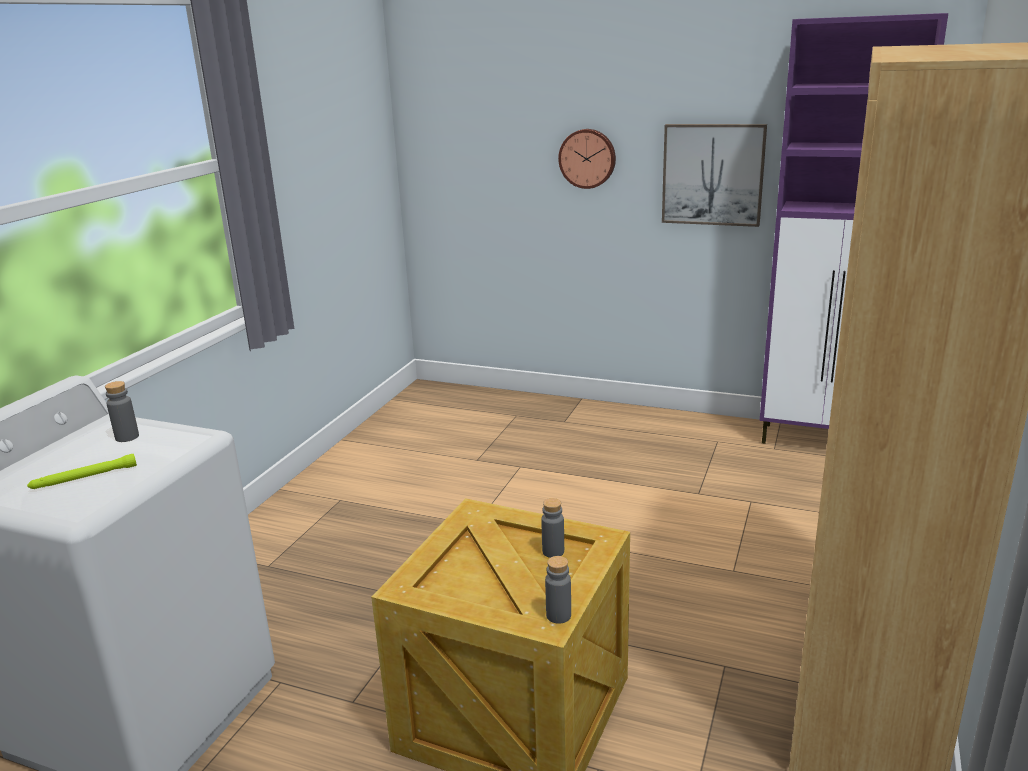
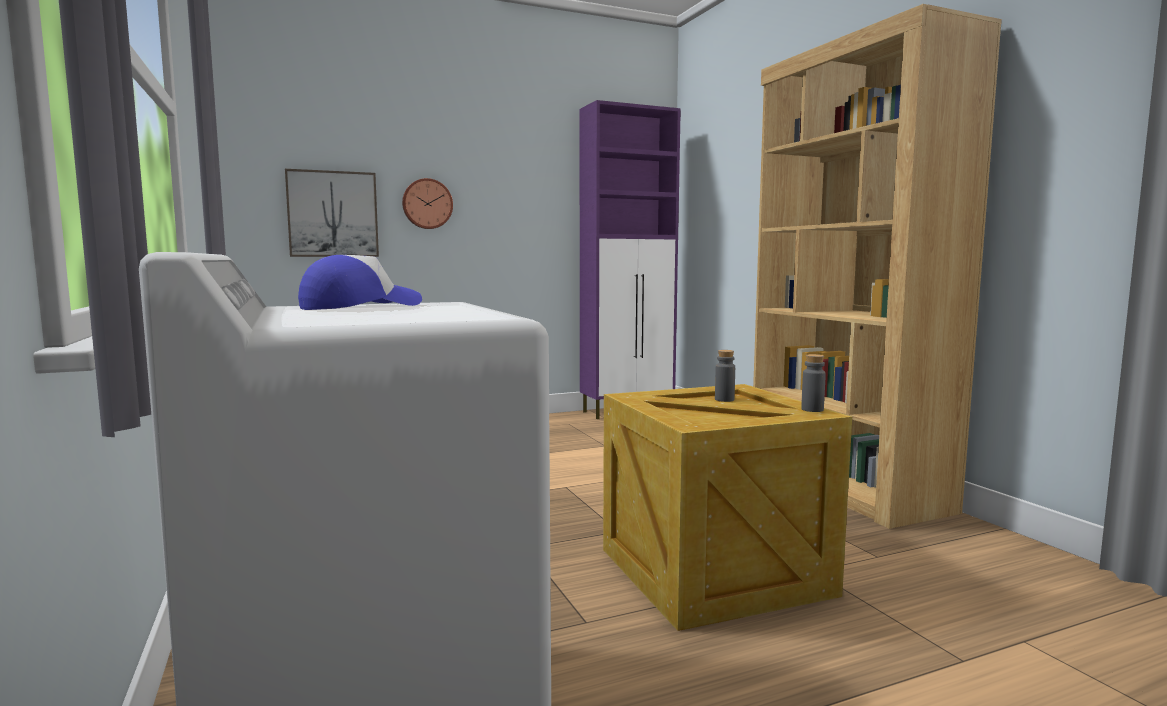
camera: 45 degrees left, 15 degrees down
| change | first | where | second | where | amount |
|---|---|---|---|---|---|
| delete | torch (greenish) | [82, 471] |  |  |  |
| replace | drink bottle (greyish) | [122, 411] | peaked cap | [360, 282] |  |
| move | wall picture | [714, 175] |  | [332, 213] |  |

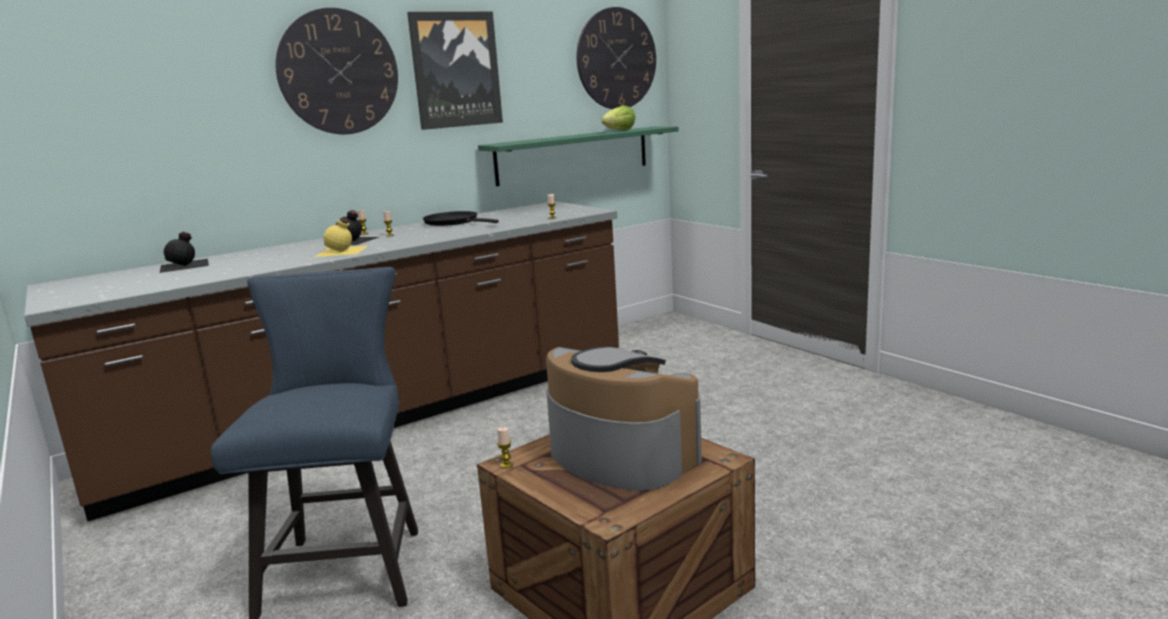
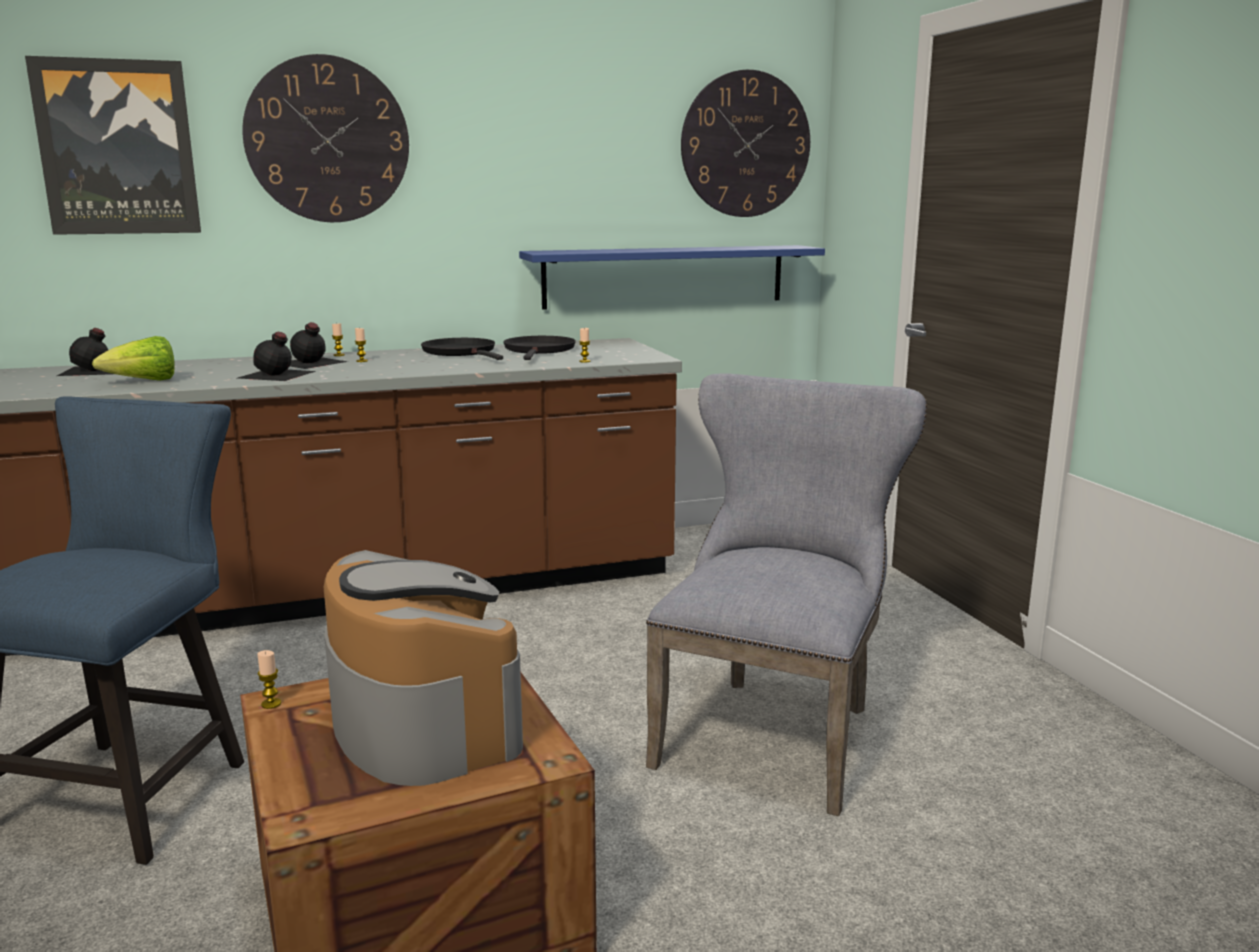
camera: 15 degrees right, 0 degrees up
| change | first | where | second | where | amount |
|---|---|---|---|---|---|
| recolor | drink bottle (yellow) | [341, 237] | drink bottle (blackish) | [277, 356] |  |
| move | wall picture | [455, 71] |  | [113, 145] |  |
| recolor | bracket shelf (greenish) | [578, 156] | bracket shelf (blue) | [672, 277] |  |
| move | head of lettuce | [618, 117] |  | [133, 358] |  |
| insert |  |  | frying pan (blackish) | [539, 348] |  |
| insert |  |  | chair (greyish) | [786, 594] |  |

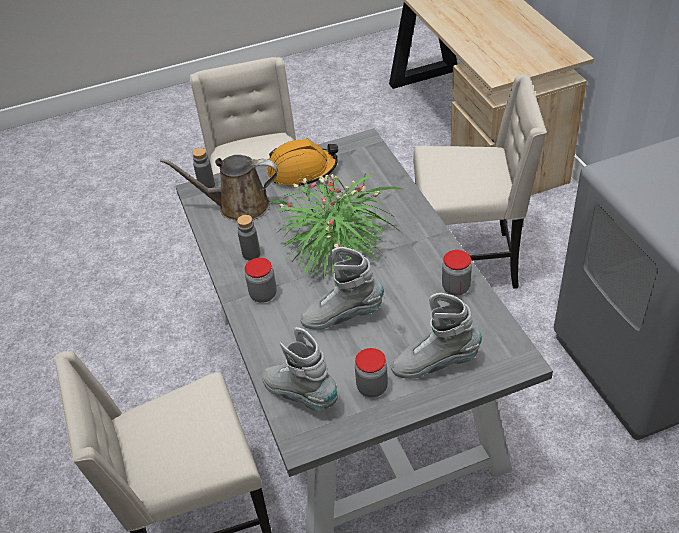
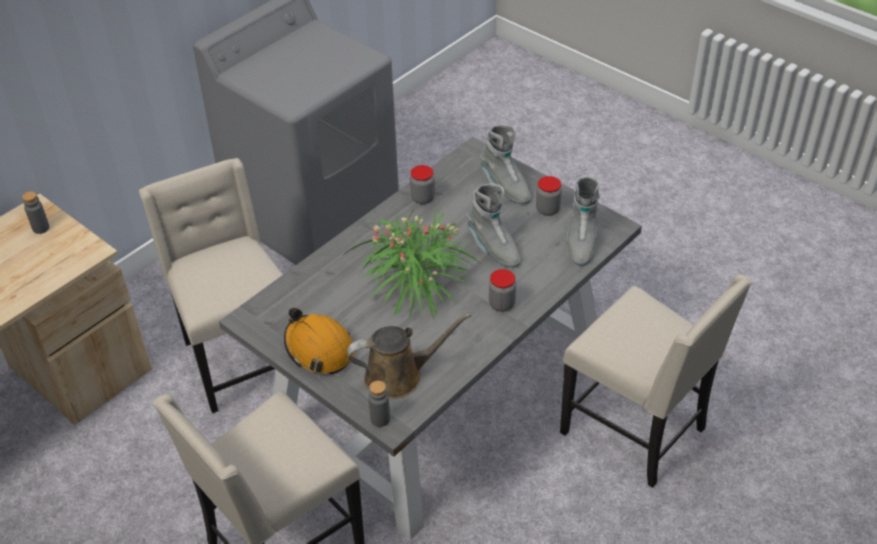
camera: 120 degrees left, 0 degrees up
| change | first | where | second | where | amount |
|---|---|---|---|---|---|
| rotate | watering can (brown-coloured) | [219, 188] |  | [409, 356] | 75 degrees counterclockwise |
| move | drink bottle (greyish) | [248, 237] |  | [36, 212] |  |

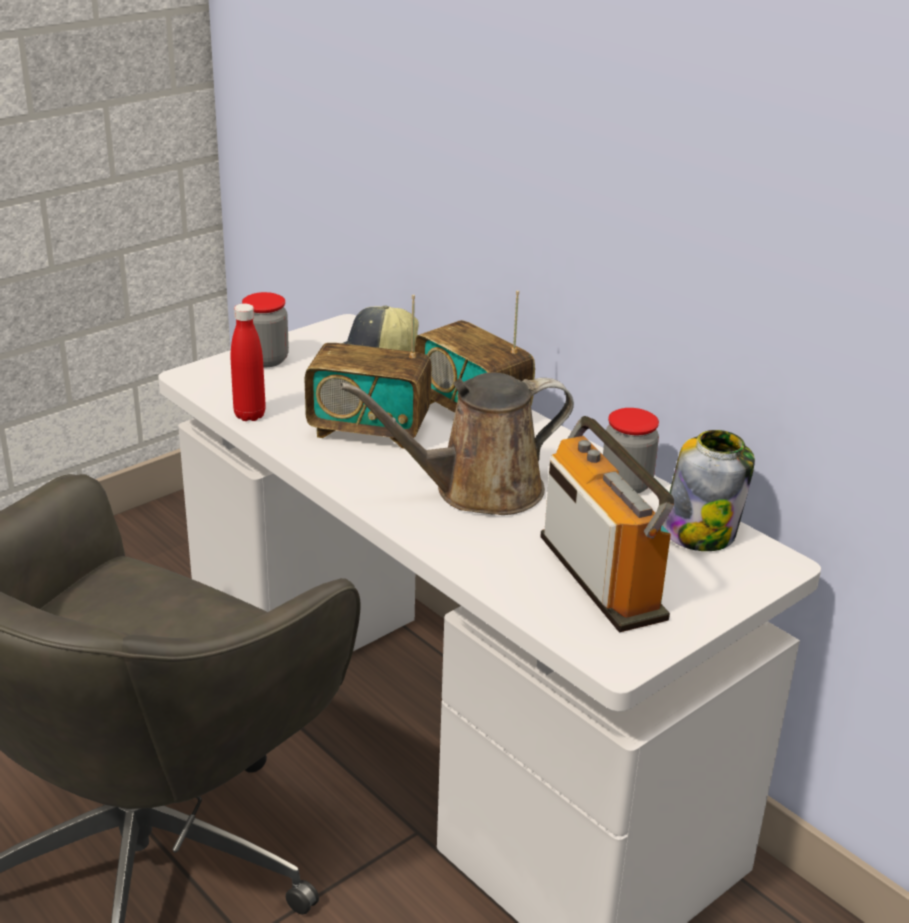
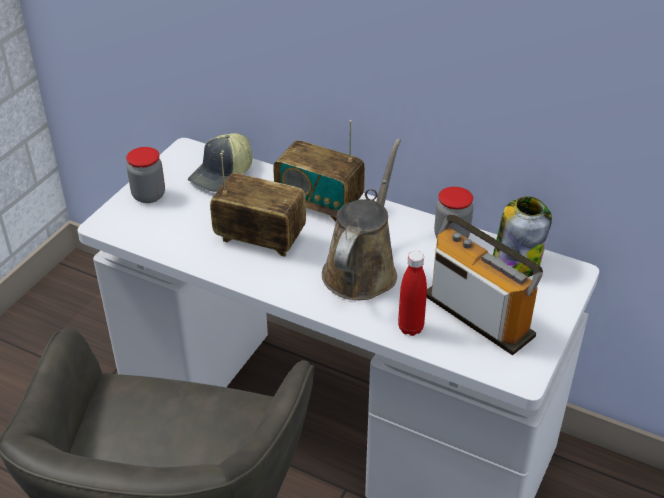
camera: 20 degrees left, 10 degrees up
| change | first | where | second | where | amount |
|---|---|---|---|---|---|
| move | drink bottle (red-coloured) | [248, 362] |  | [412, 293] |  |
| rotate | radio set | [368, 372] |  | [258, 205] | 150 degrees counterclockwise |
| rotate | watering can (brown-coloured) | [457, 443] |  | [361, 219] | 150 degrees clockwise |

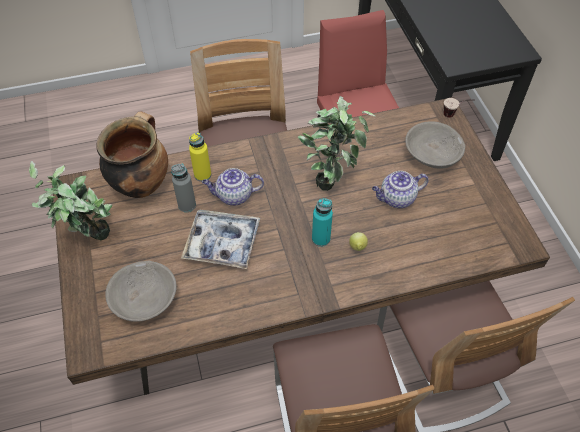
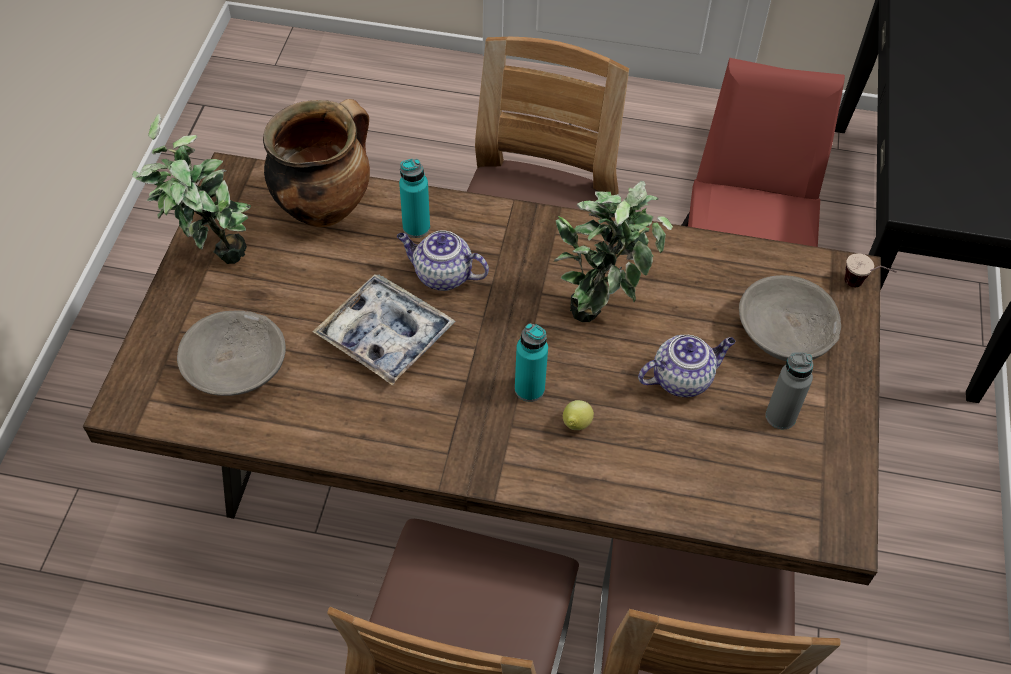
camera: 25 degrees right, 0 degrees up
| change | first | where | second | where | amount |
|---|---|---|---|---|---|
| move | drink bottle (greyish) | [183, 188] |  | [789, 390] |  |
| recolor | drink bottle (yellow) | [200, 157] | drink bottle (turquoise-coloured) | [414, 198] |  |
| rotate | teapot | [400, 189] |  | [686, 366] | 150 degrees clockwise |

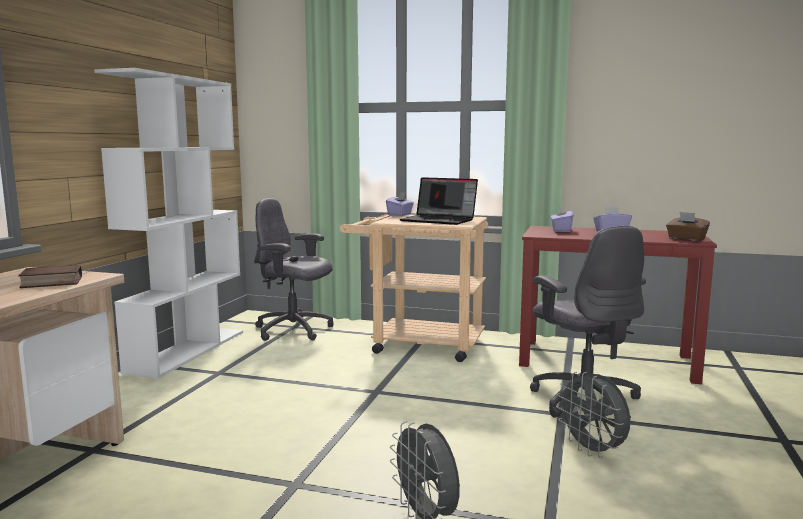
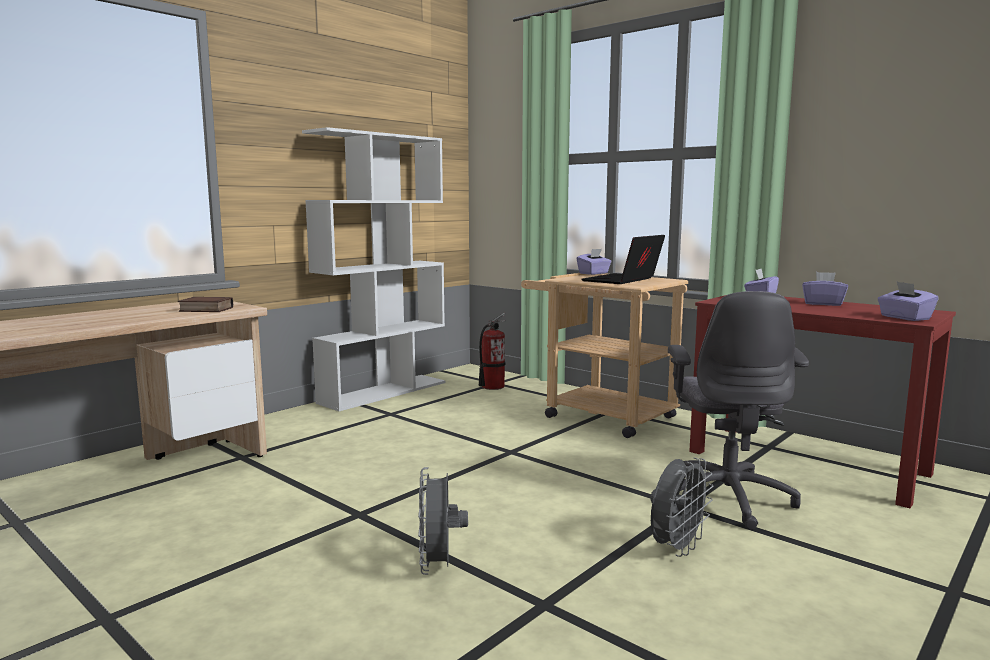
camera: 25 degrees right, 0 degrees up
| change | first | where | second | where | amount |
|---|---|---|---|---|---|
| replace | office chair (greyish) | [293, 269] | fire extinguisher | [492, 351] |  |
| rotate | laptop | [439, 201] |  | [623, 259] | 75 degrees clockwise |
| rotate | electric fan (greyish) | [593, 415] |  | [681, 507] | 135 degrees counterclockwise |
| recolor | box of tissues (brown-coloured) | [688, 226] | box of tissues (purplish) | [908, 301] |  |

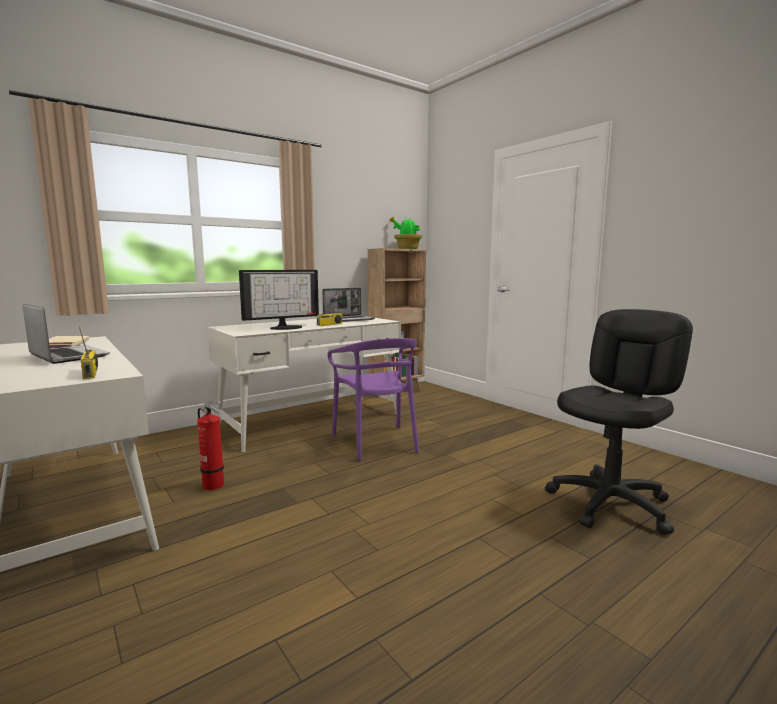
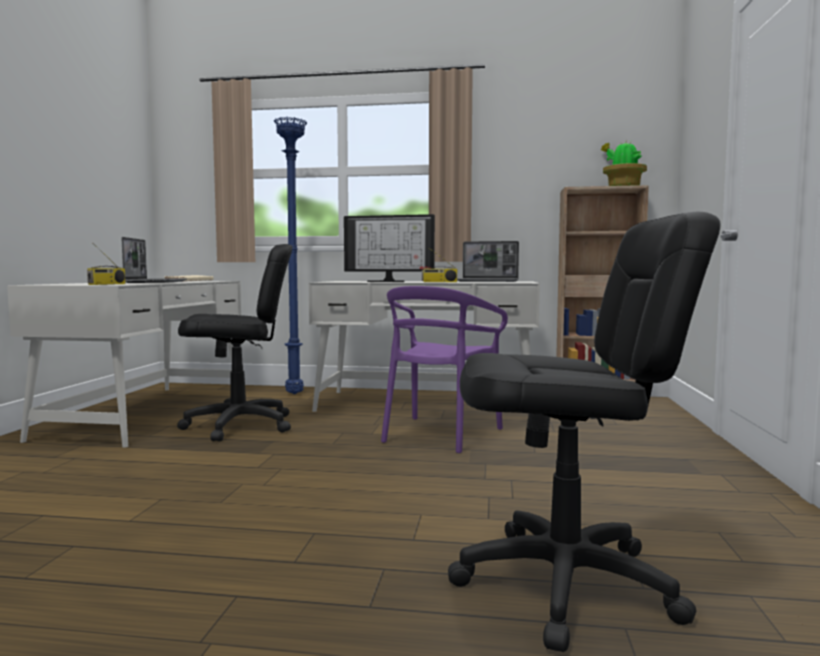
camera: 45 degrees right, 5 degrees down
| change | first | where | second | where | amount |
|---|---|---|---|---|---|
| replace | fire extinguisher | [210, 445] | office chair (blackish) | [235, 342] |  |
| insert |  |  | standing lamp (blue) | [290, 255] |  |

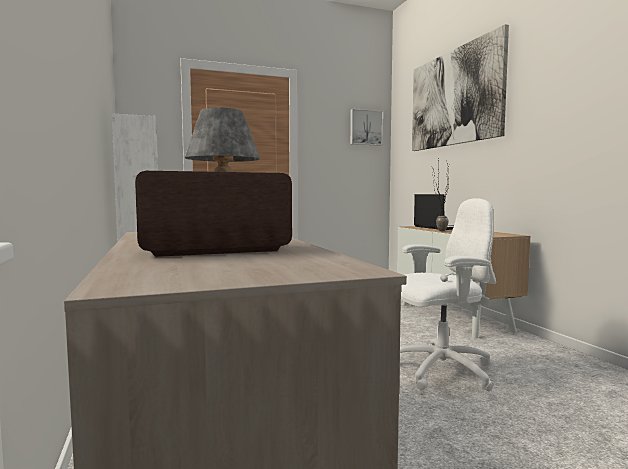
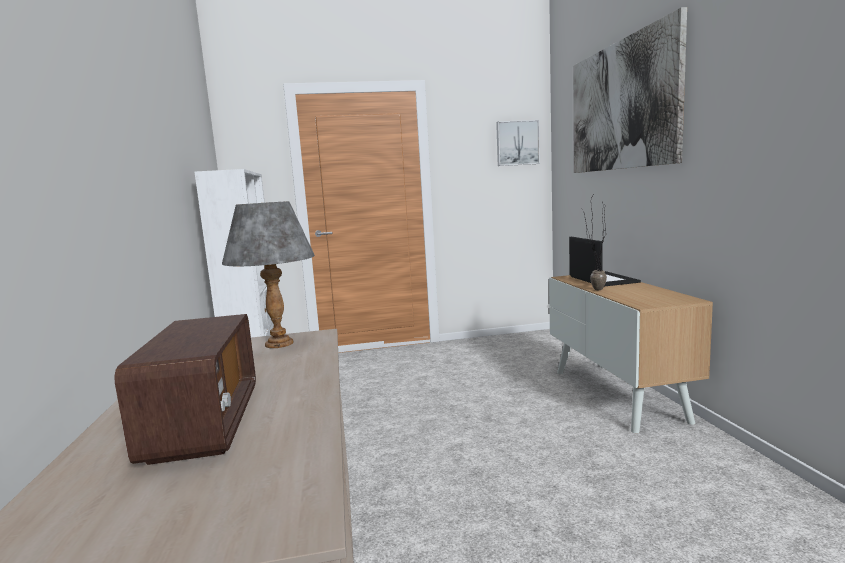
camera: 10 degrees right, 5 degrees up
| change | first | where | second | where | amount |
|---|---|---|---|---|---|
| rotate | radio set | [213, 214] |  | [185, 389] | 90 degrees clockwise |
| delete | office chair (white) | [448, 294] |  |  |  |

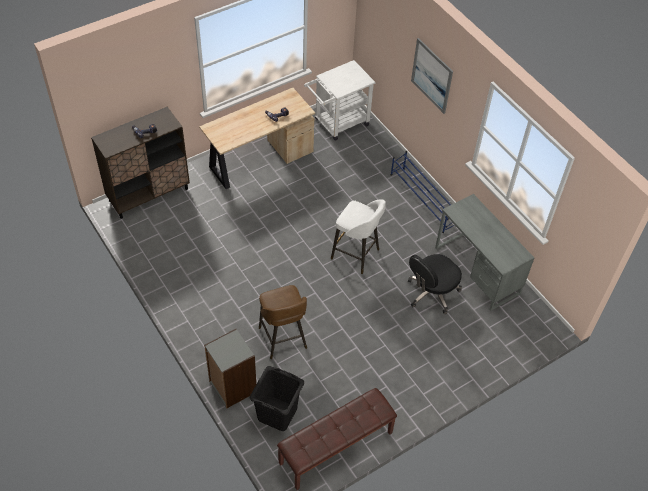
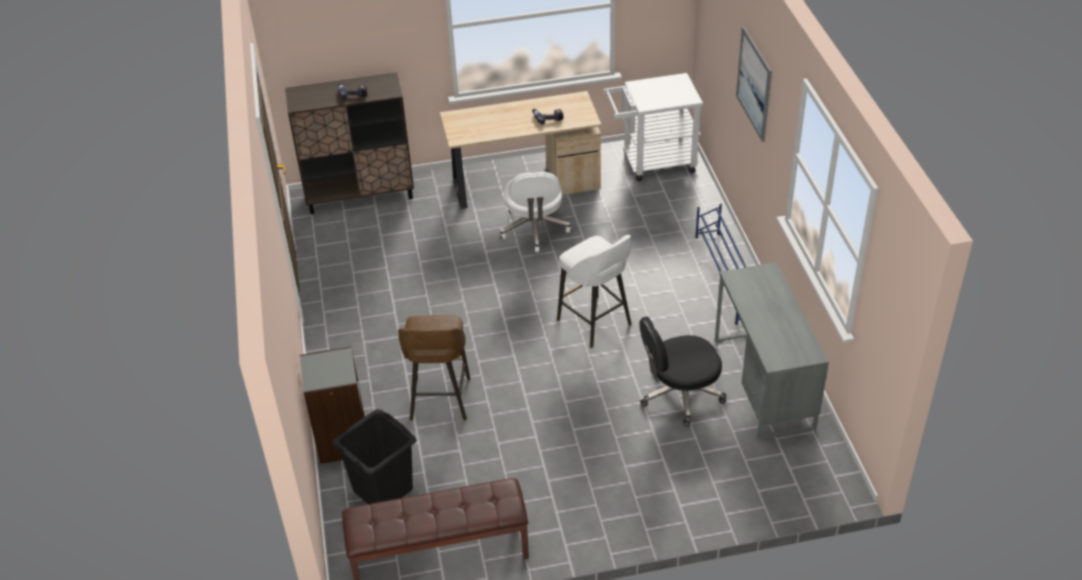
camera: 25 degrees right, 10 degrees down
| change | first | where | second | where | amount |
|---|---|---|---|---|---|
| insert |  |  | office chair (white) | [535, 212] |  |

